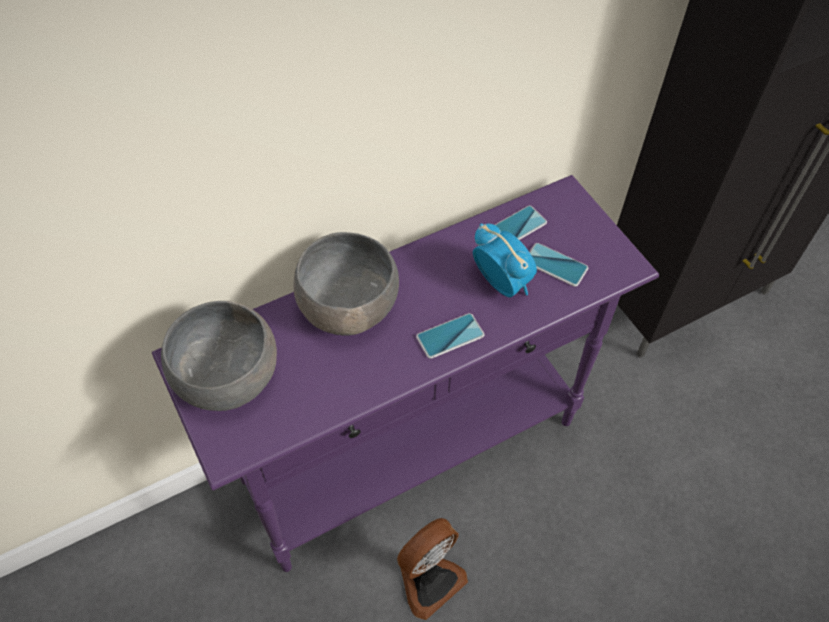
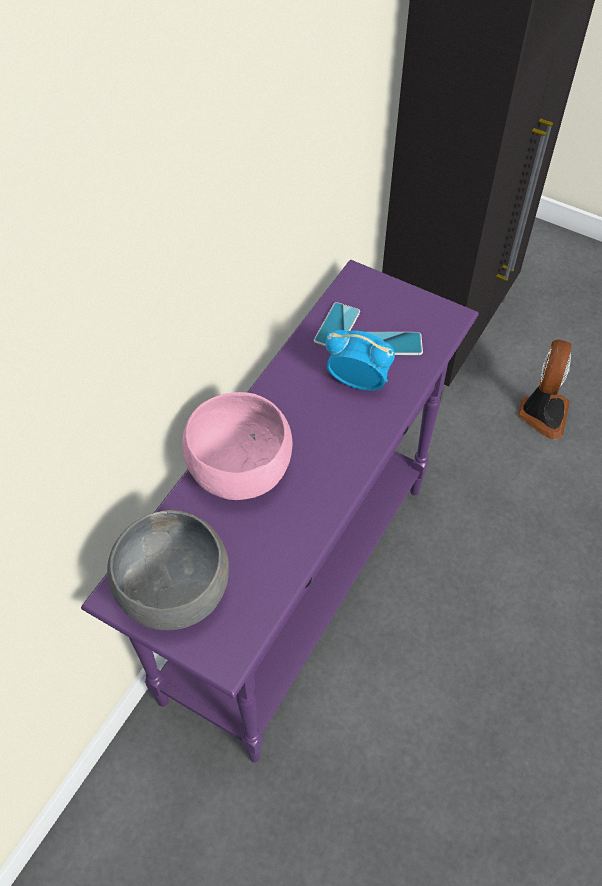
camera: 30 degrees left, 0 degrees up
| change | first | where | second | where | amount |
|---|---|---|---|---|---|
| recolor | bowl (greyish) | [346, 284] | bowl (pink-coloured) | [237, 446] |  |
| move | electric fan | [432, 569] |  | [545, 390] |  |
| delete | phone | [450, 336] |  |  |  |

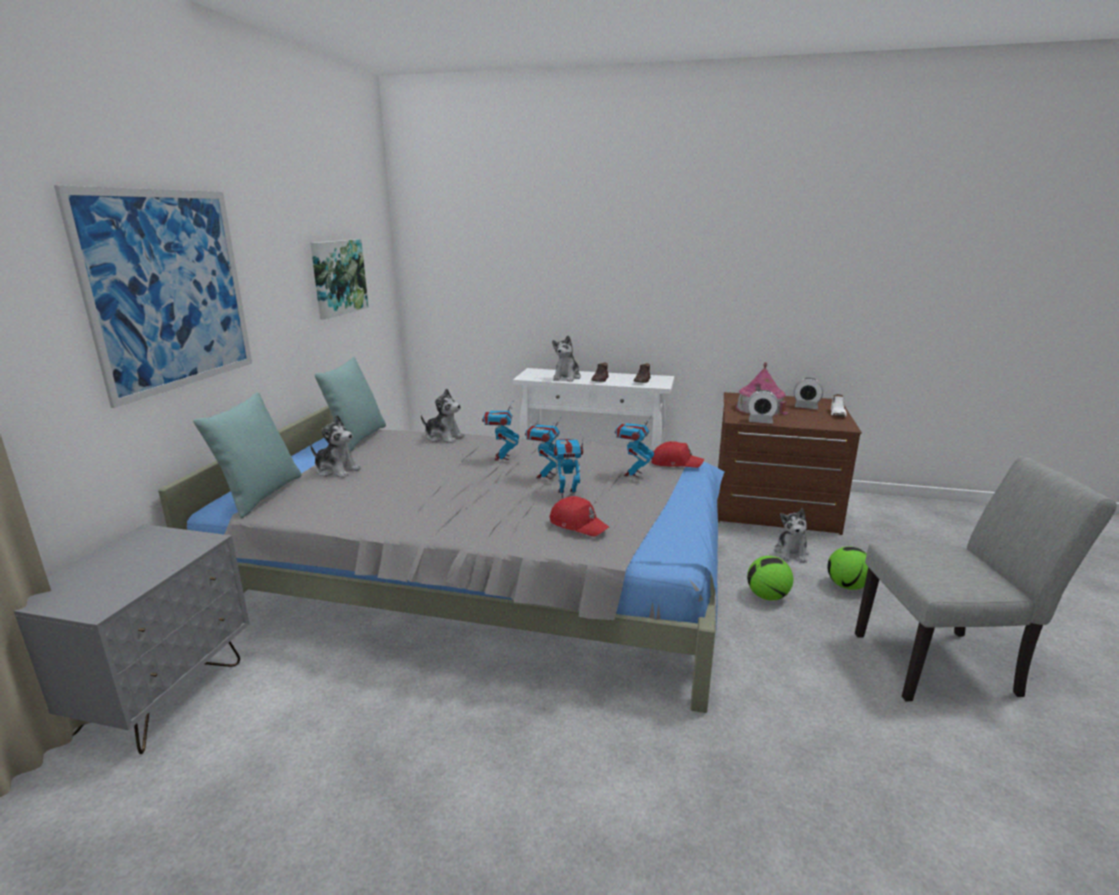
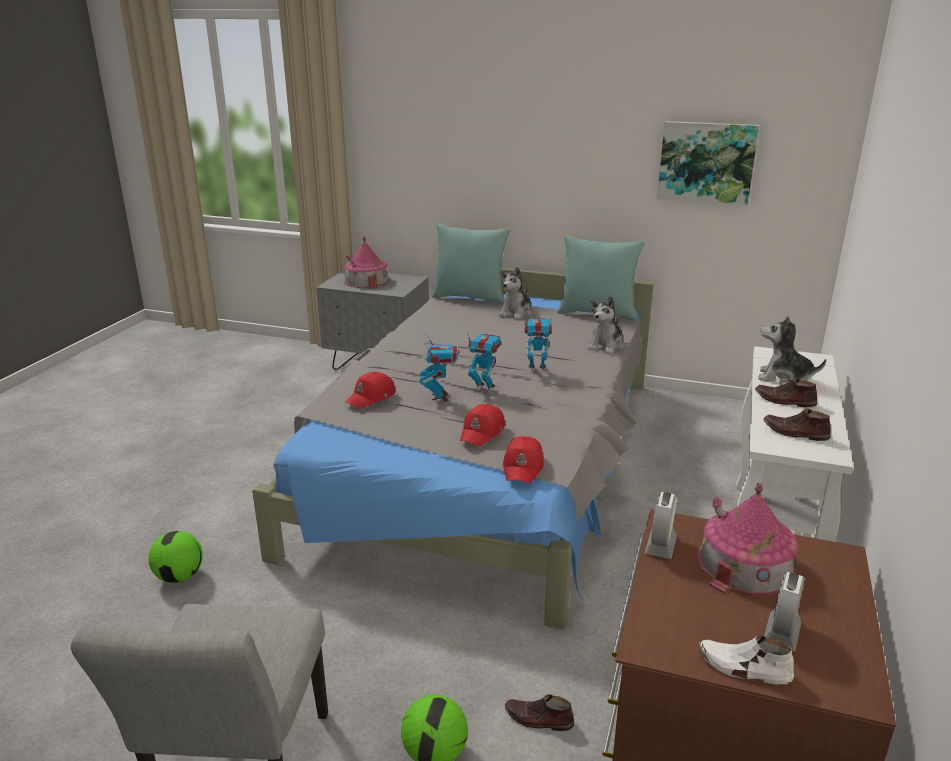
camera: 95 degrees right, 5 degrees up
| change | first | where | second | where | amount |
|---|---|---|---|---|---|
| delete | wall picture | [153, 296] |  |  |  |
| replace | toy robot | [634, 446] | peaked cap (red-coloured) | [482, 425] |  |
| move | football ball | [770, 578] |  | [175, 557] |  |
| replace | soft toy | [791, 535] | low shoe (brown-coloured) | [539, 712] |  |
| insert |  |  | miniature house | [367, 262] |  |

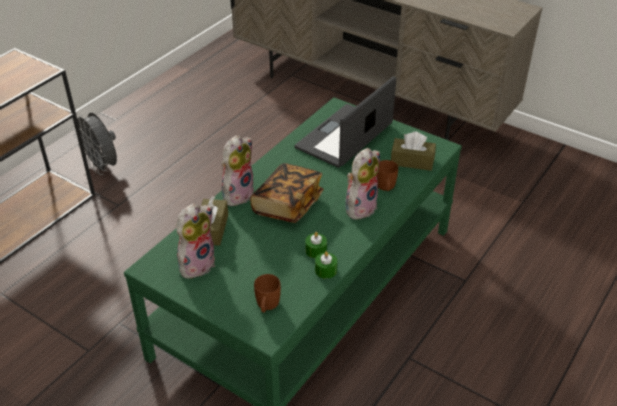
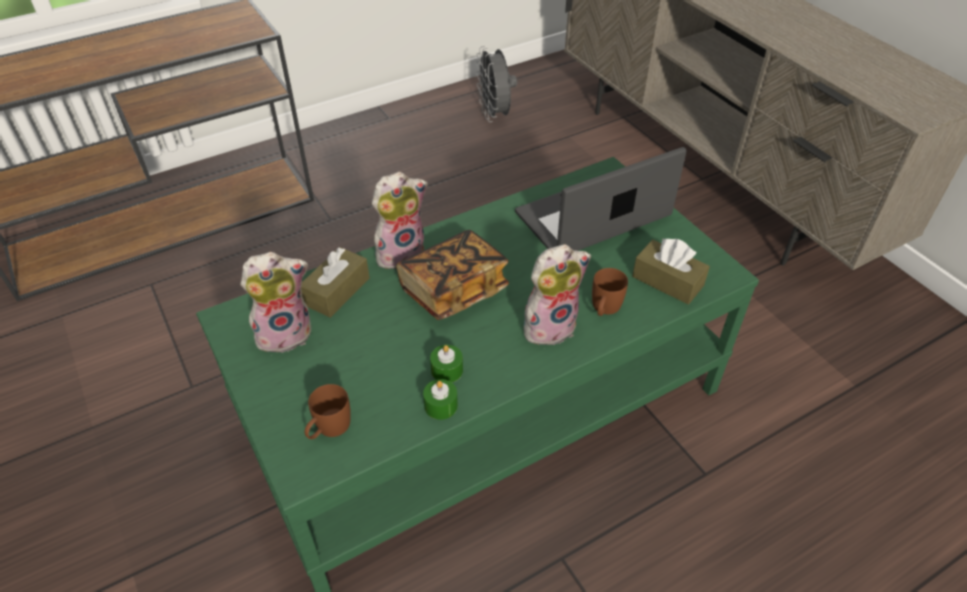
camera: 25 degrees right, 5 degrees up
| change | first | where | second | where | amount |
|---|---|---|---|---|---|
| move | electric fan (greyish) | [94, 144] |  | [496, 84] |  |

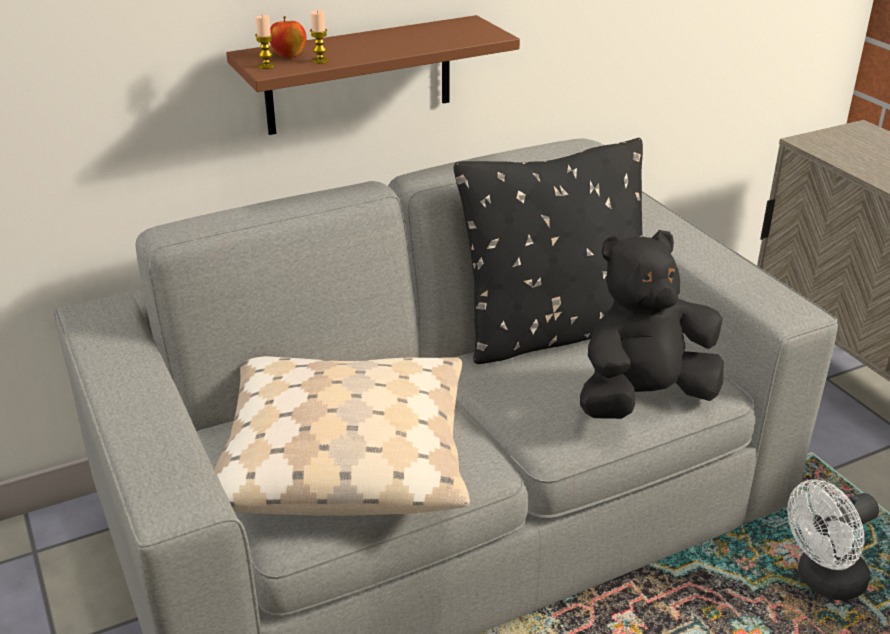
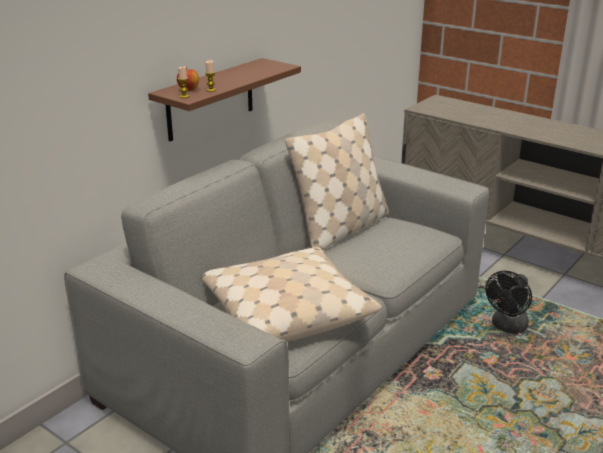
camera: 25 degrees left, 5 degrees down
| change | first | where | second | where | amount |
|---|---|---|---|---|---|
| recolor | pillow (blackish) | [548, 251] | pillow (beige-coloured) | [337, 181] |  |
| delete | soft toy (blackish) | [652, 324] |  |  |  |
| recolor | electric fan (white) | [833, 539] | electric fan (blackish) | [508, 302] |  |

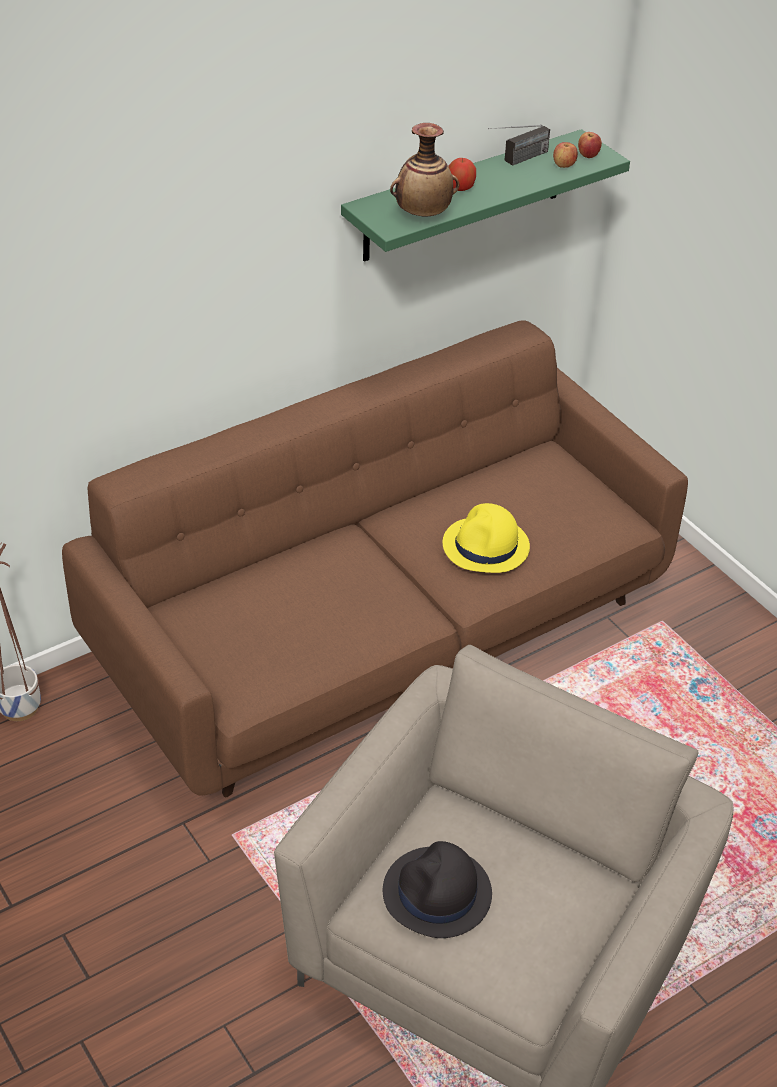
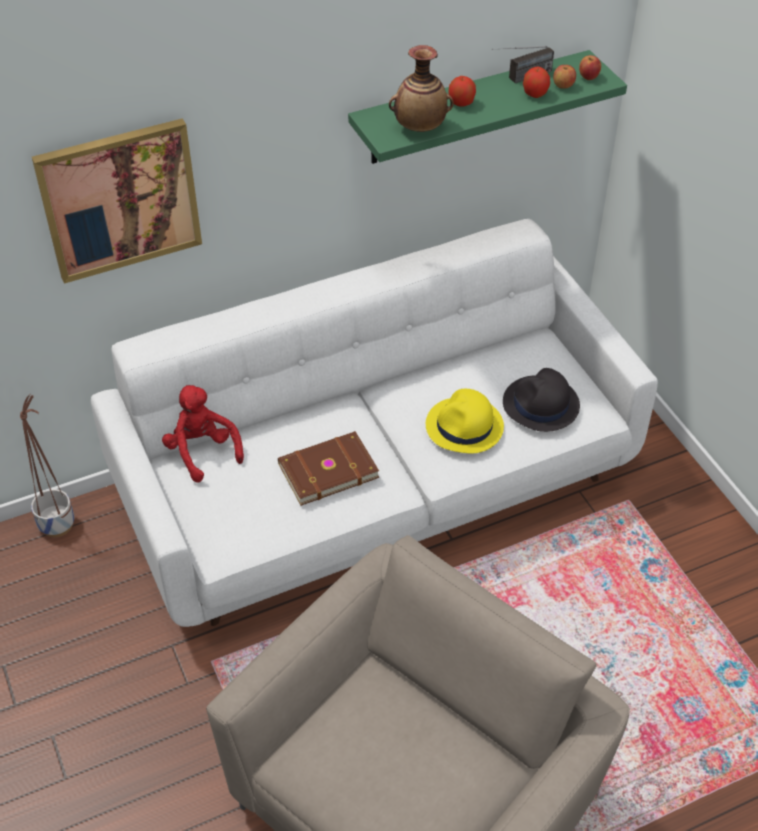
camera: 10 degrees right, 5 degrees up
| change | first | where | second | where | amount |
|---|---|---|---|---|---|
| recolor | sofa (brown-coloured) | [375, 558] | sofa (white) | [374, 423] |  |
| move | clothing hat (blackish) | [437, 889] |  | [541, 400] |  |
| insert |  |  | wall picture | [117, 201] |  |
| insert |  |  | soft toy (red-coloured) | [203, 434] |  |
| insert |  |  | book (brown-coloured) | [328, 468] |  |
| insert |  |  | apple | [536, 82] |  |

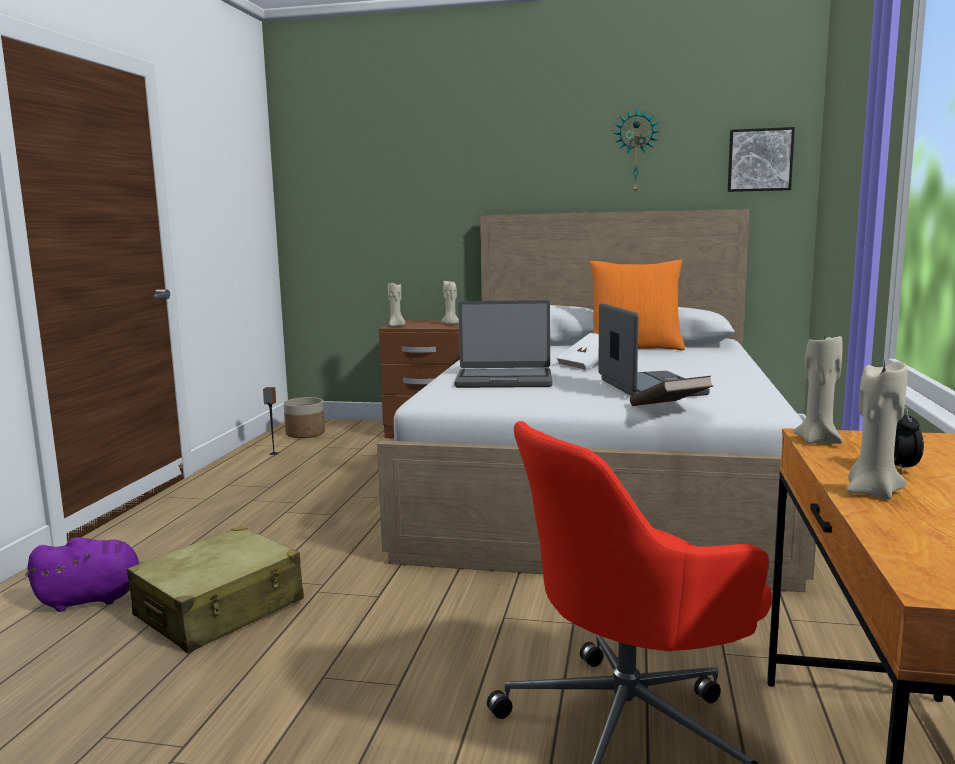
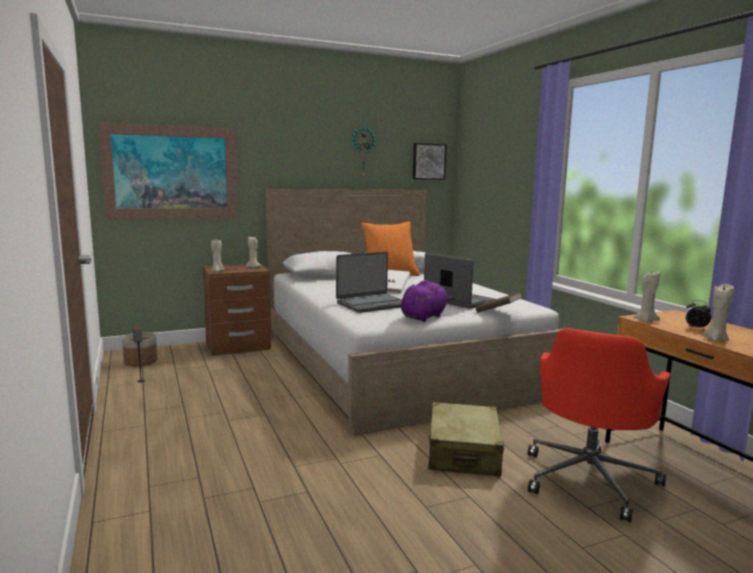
camera: 35 degrees left, 0 degrees up
| change | first | where | second | where | amount |
|---|---|---|---|---|---|
| move | soft toy (purplish) | [82, 574] |  | [427, 301] |  |
| move | piece of luggage (beige-coloured) | [215, 589] |  | [466, 439] |  |
| insert |  |  | wall picture | [167, 170] |  |

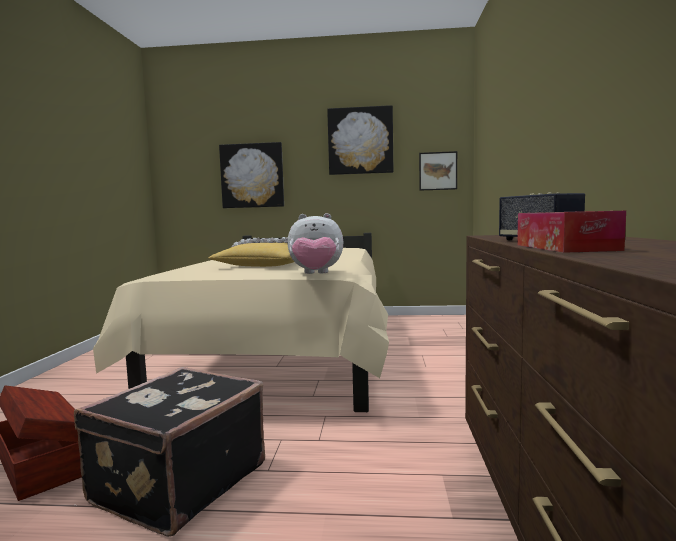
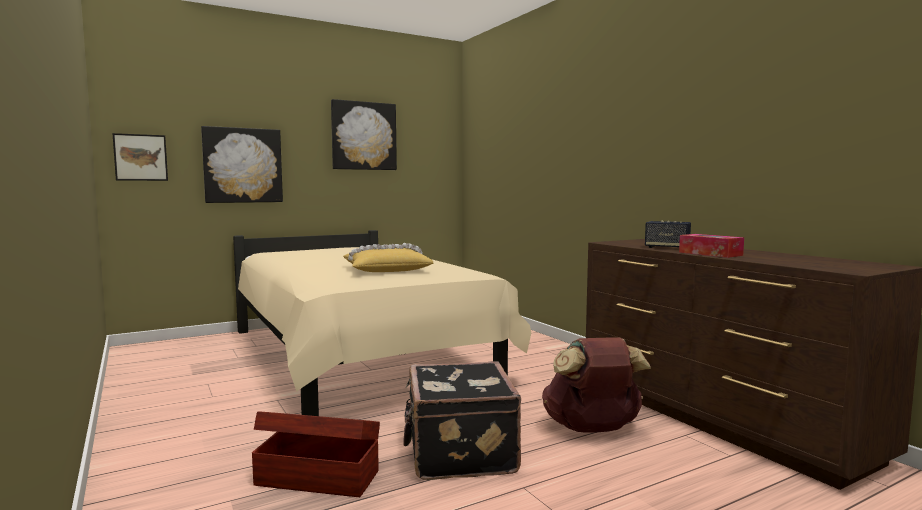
camera: 35 degrees left, 0 degrees up
| change | first | where | second | where | amount |
|---|---|---|---|---|---|
| delete | soft toy | [315, 243] |  |  |  |
| move | wall picture | [438, 171] |  | [140, 157] |  |
| insert |  |  | knapsack (brown-coloured) | [596, 385] |  |

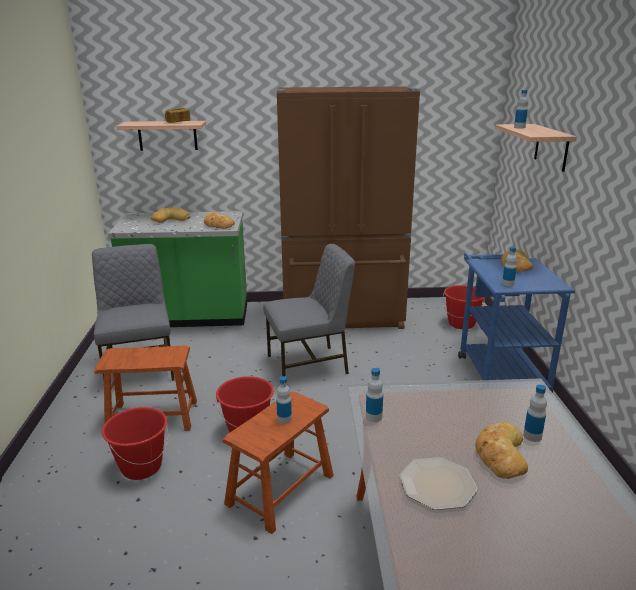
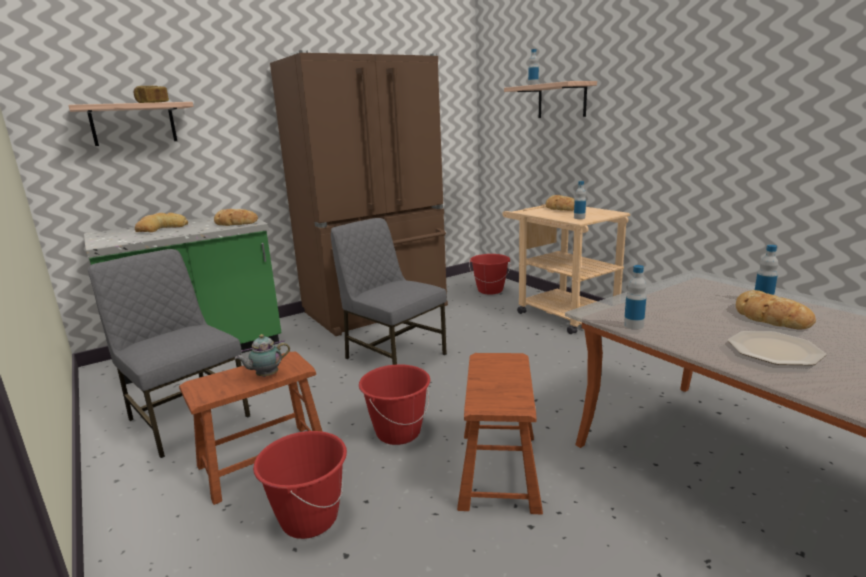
camera: 30 degrees left, 5 degrees down
| change | first | where | second | where | amount |
|---|---|---|---|---|---|
| rotate | chair (greyish) | [309, 310] |  | [389, 291] | 90 degrees counterclockwise |
| delete | drink bottle | [284, 400] |  |  |  |
| recolor | trolley (blue) | [516, 323] | trolley (beige-coloured) | [566, 269] |  |
| insert |  |  | teapot | [262, 355] |  |

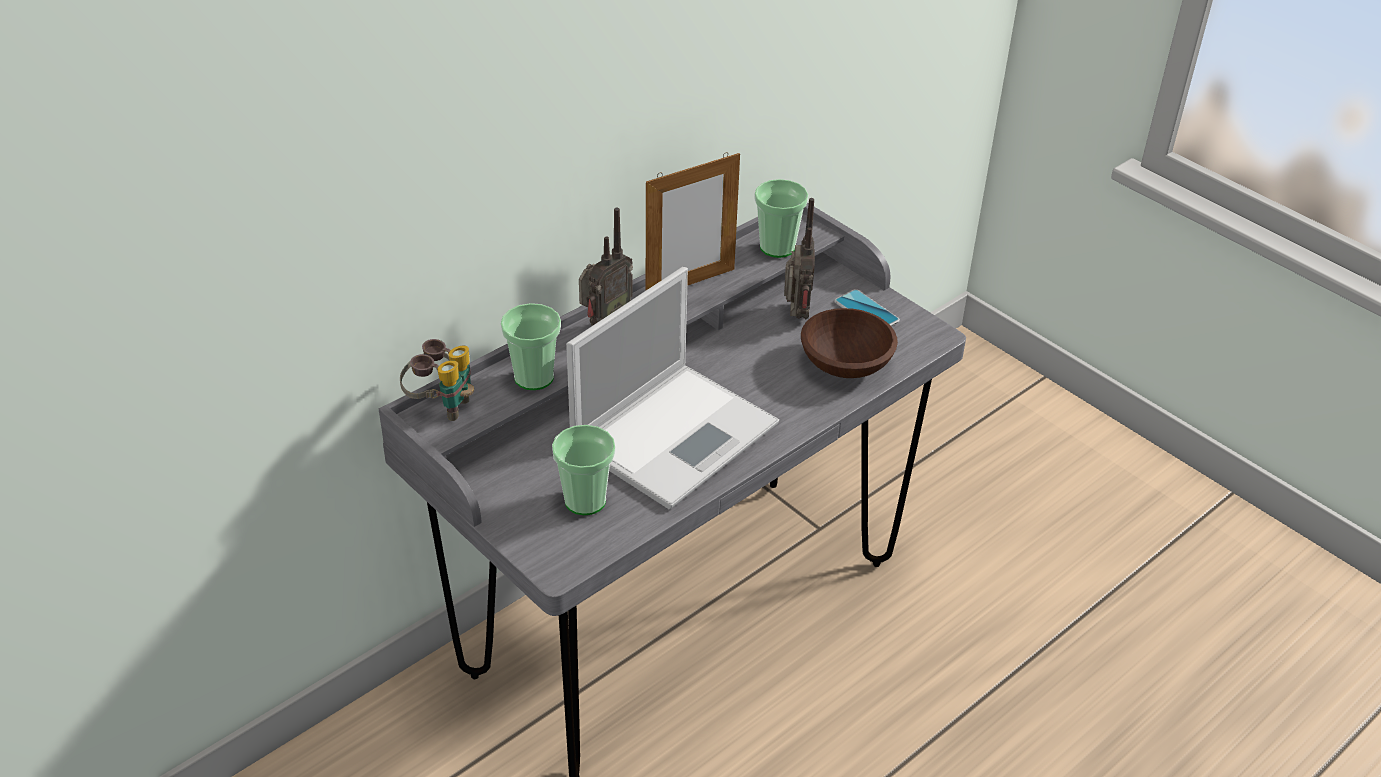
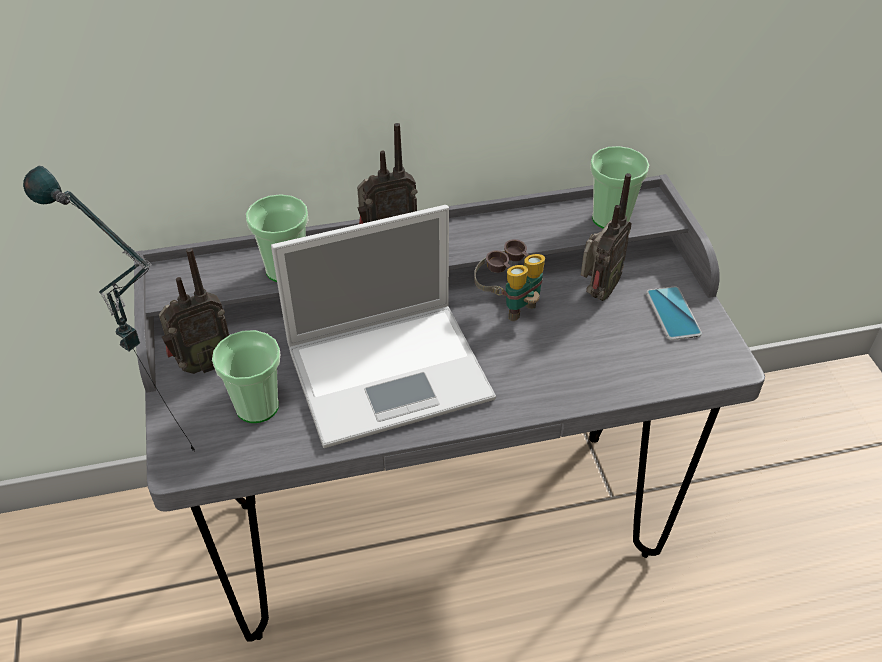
camera: 30 degrees right, 5 degrees up
| change | first | where | second | where | amount |
|---|---|---|---|---|---|
| move | pair of binoculars | [437, 380] |  | [509, 280] |  |
| delete | standing frame | [693, 221] |  |  |  |
| delete | bowl (brown-coloured) | [849, 343] |  |  |  |
| insert |  |  | tabletop lamp | [109, 309] |  |
| insert |  |  | radio set | [194, 311] |  |

